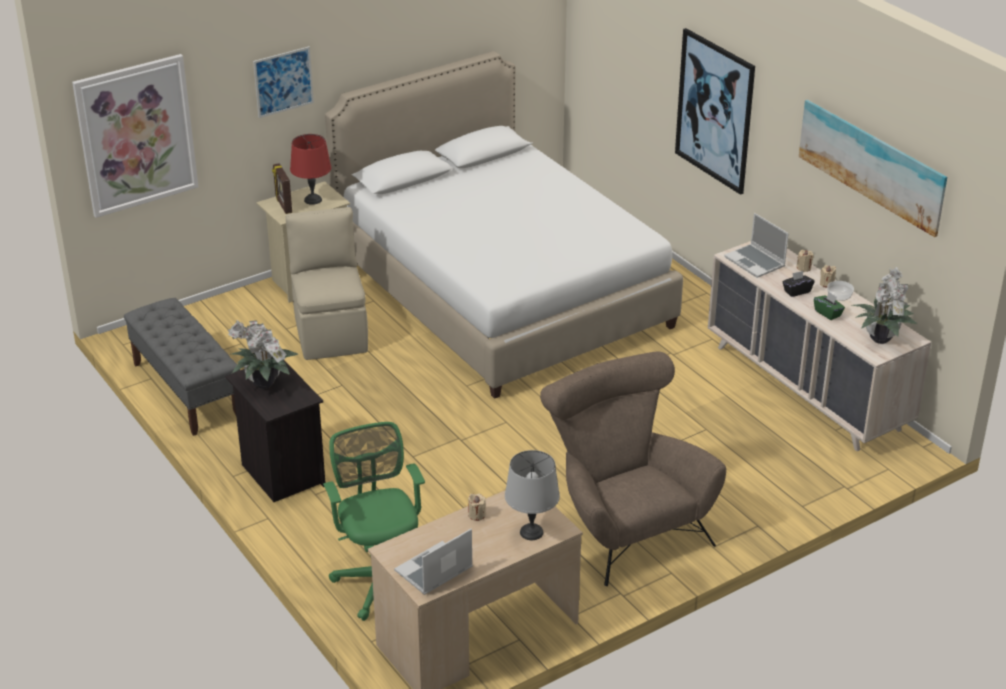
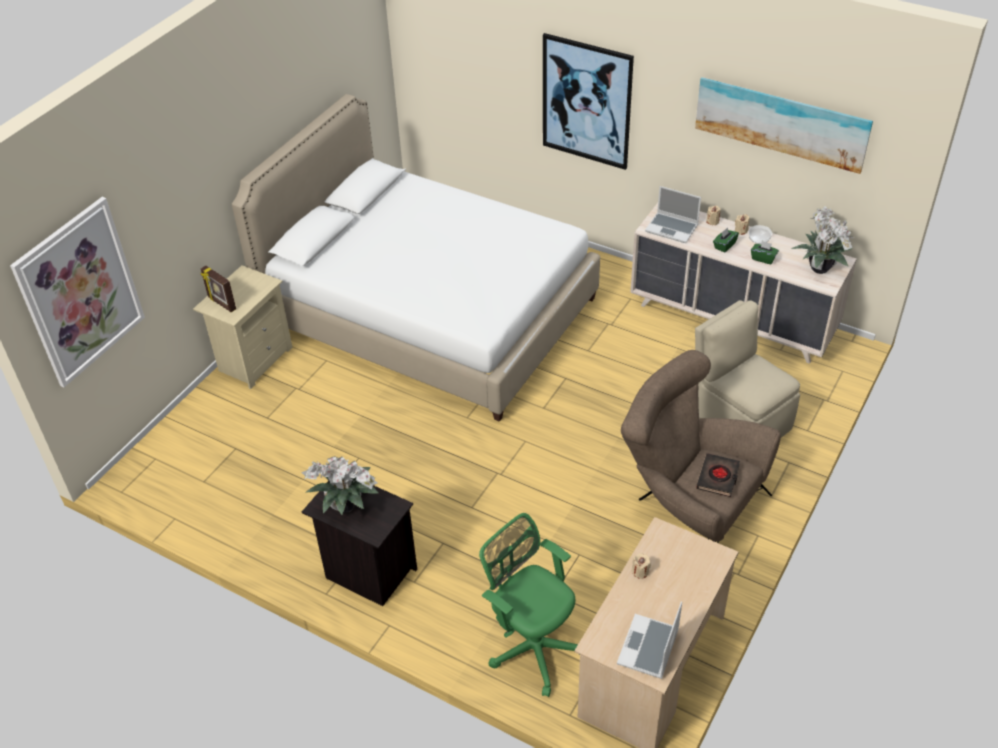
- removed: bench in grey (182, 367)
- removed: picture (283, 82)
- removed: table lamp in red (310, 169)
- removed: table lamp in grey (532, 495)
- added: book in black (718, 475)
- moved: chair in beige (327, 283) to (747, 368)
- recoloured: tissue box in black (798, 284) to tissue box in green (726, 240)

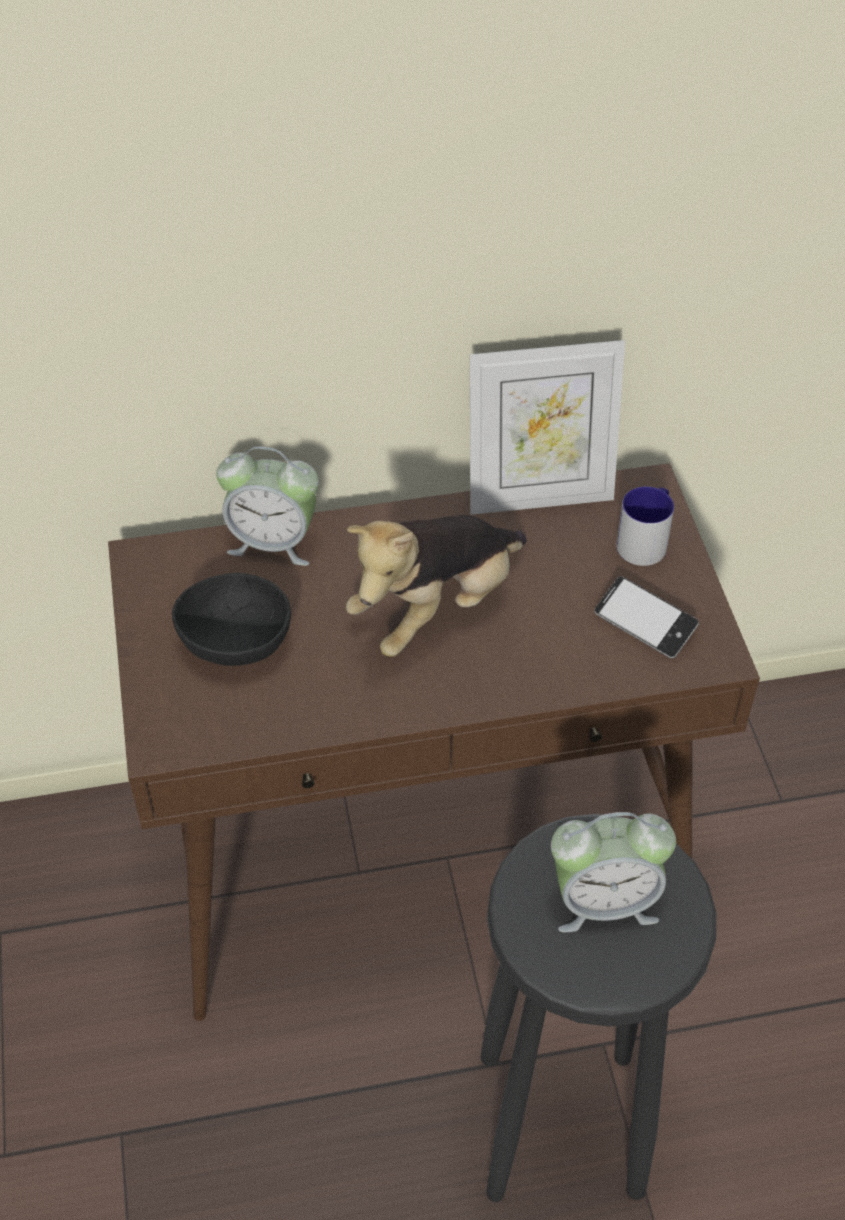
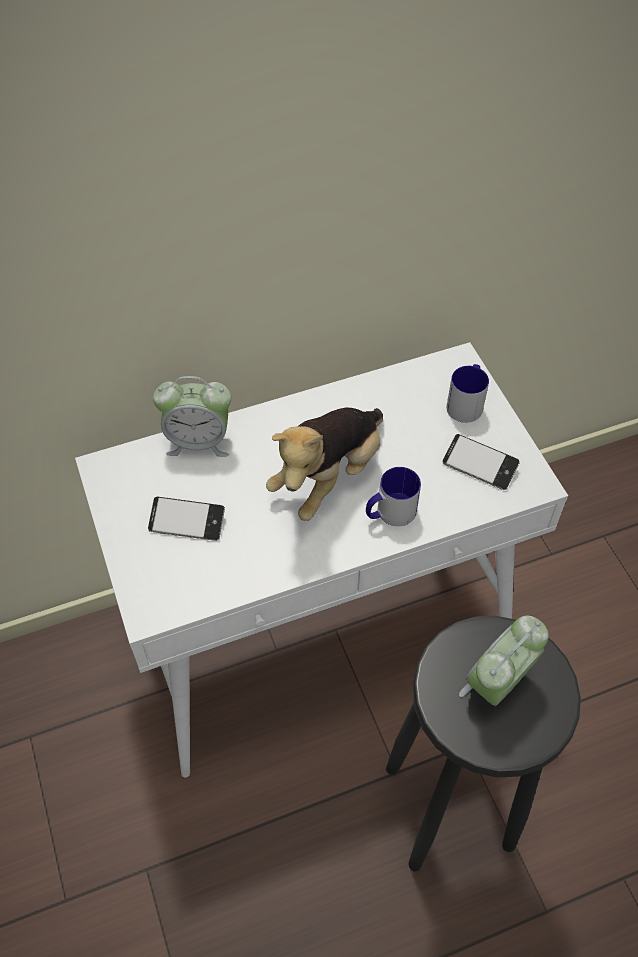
- removed: picture frame (547, 427)
- added: mug (393, 496)
- replaced: bowl in black (231, 619) to phone (186, 519)
- recoloured: console table in brown (434, 742) to console table in white (321, 560)
- turned: alarm clock (613, 872) = (504, 661) 150 degrees clockwise

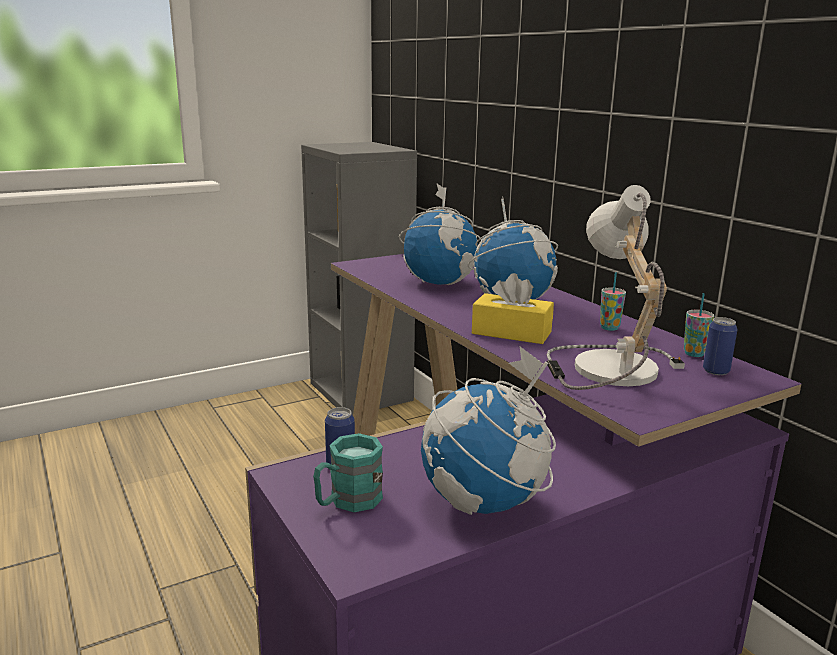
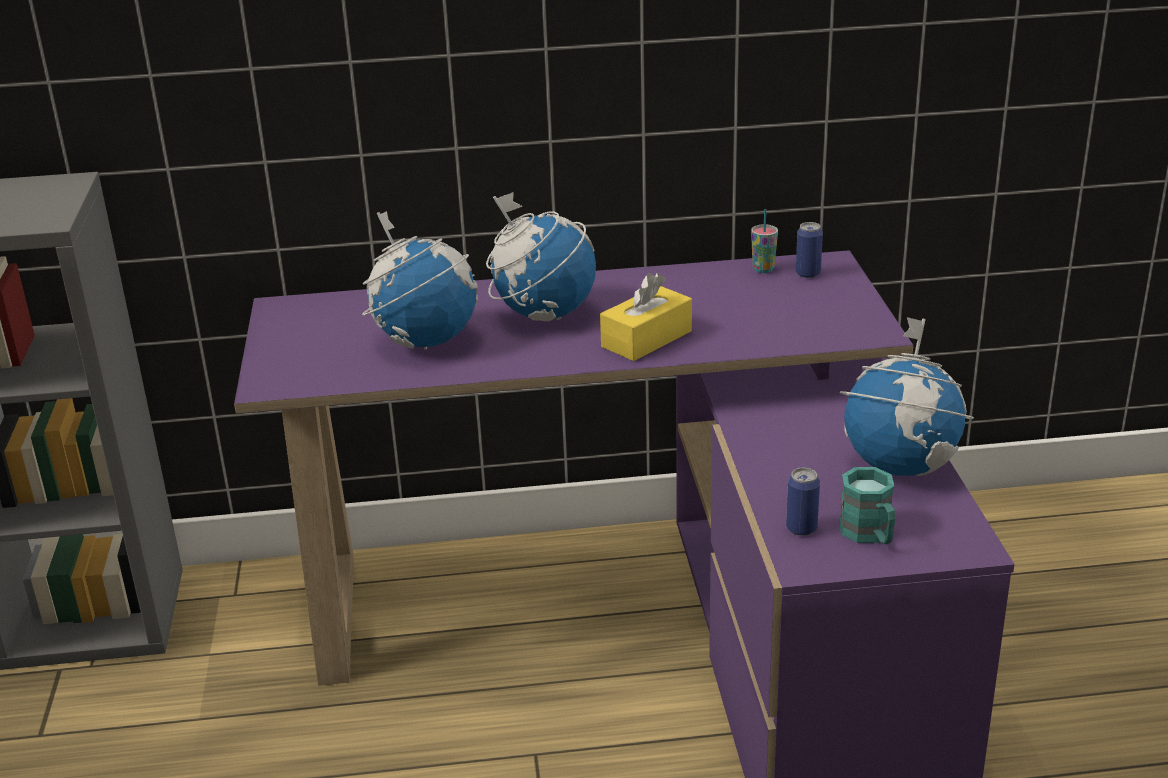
- removed: table lamp (616, 287)
- removed: cup (613, 301)

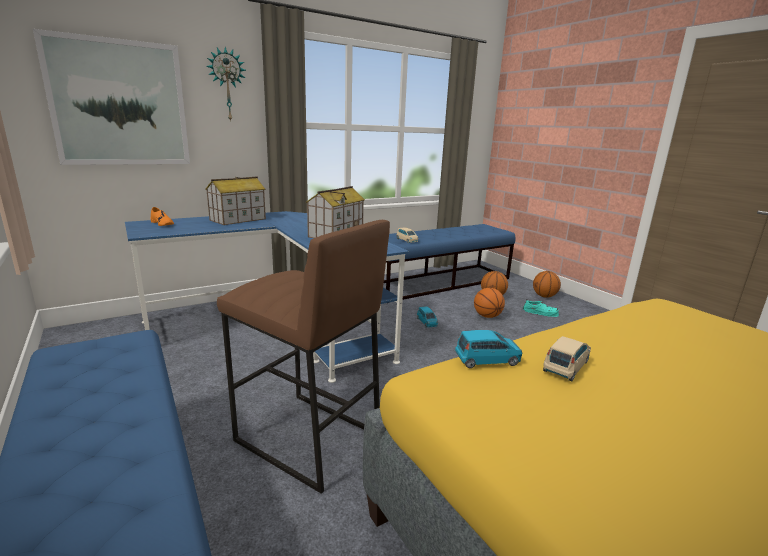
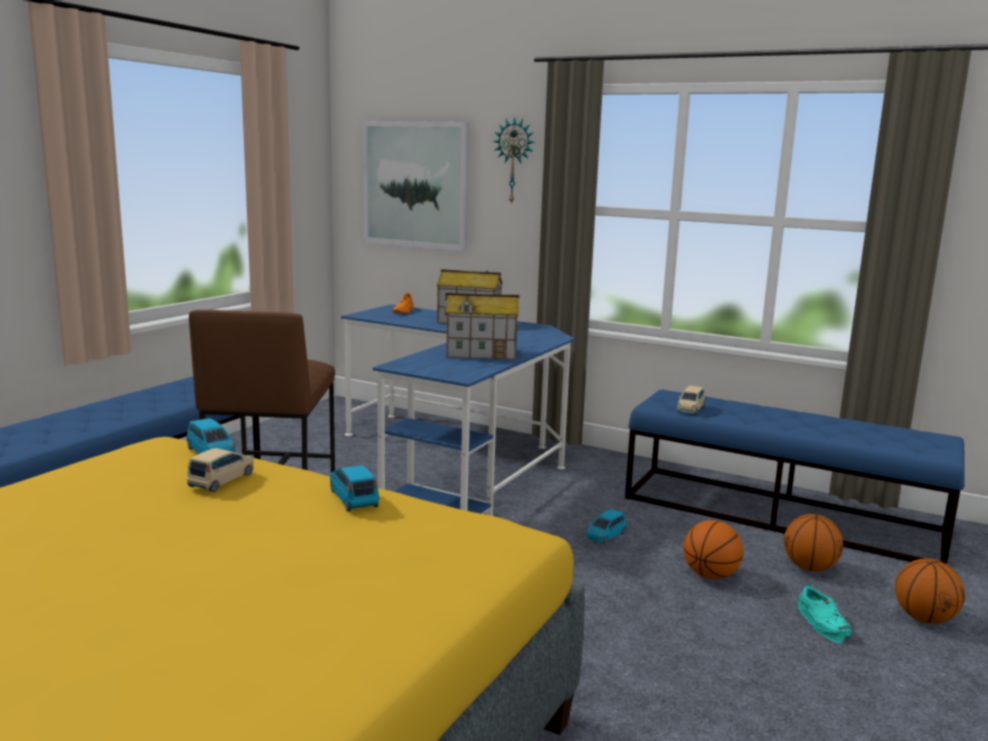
- added: toy car in blue (354, 488)
- turned: toy car in beige (567, 358) = (220, 470) 75 degrees counterclockwise

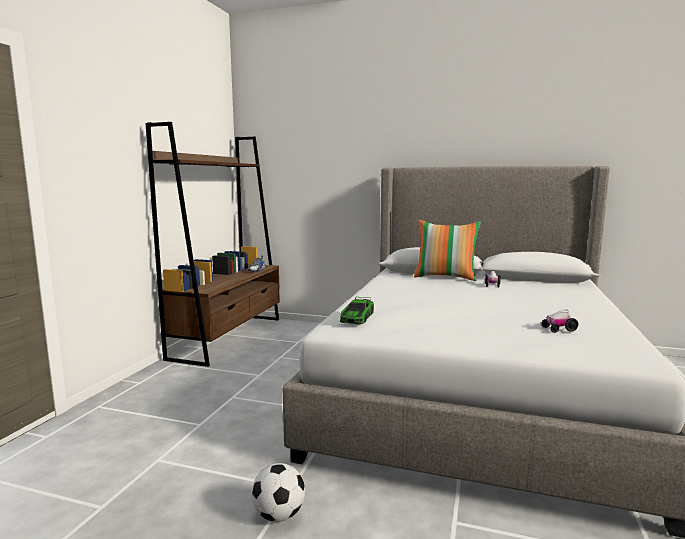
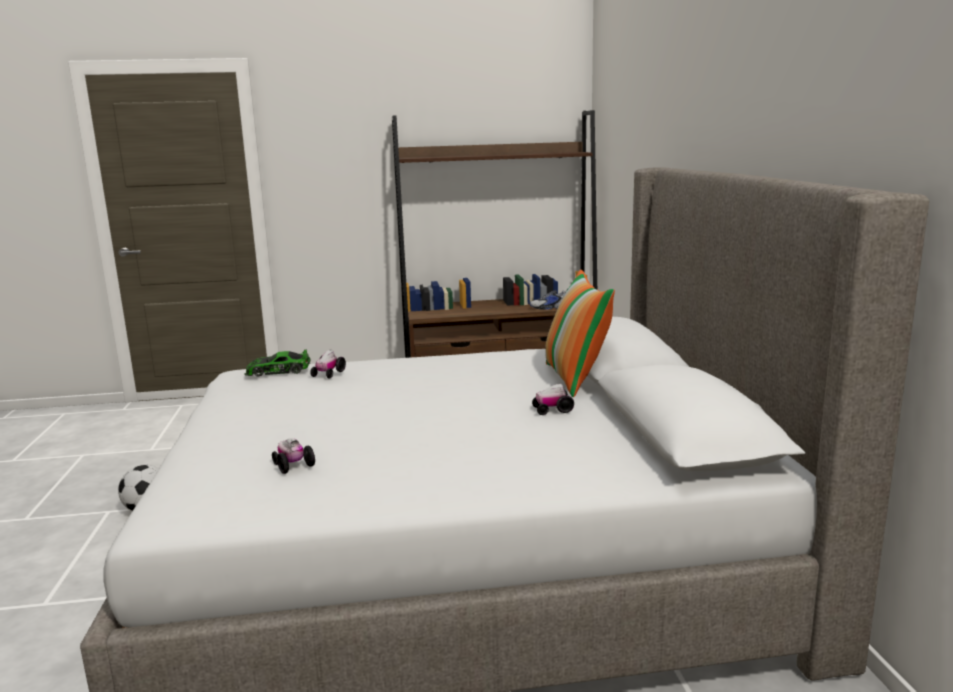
- added: toy car (328, 364)

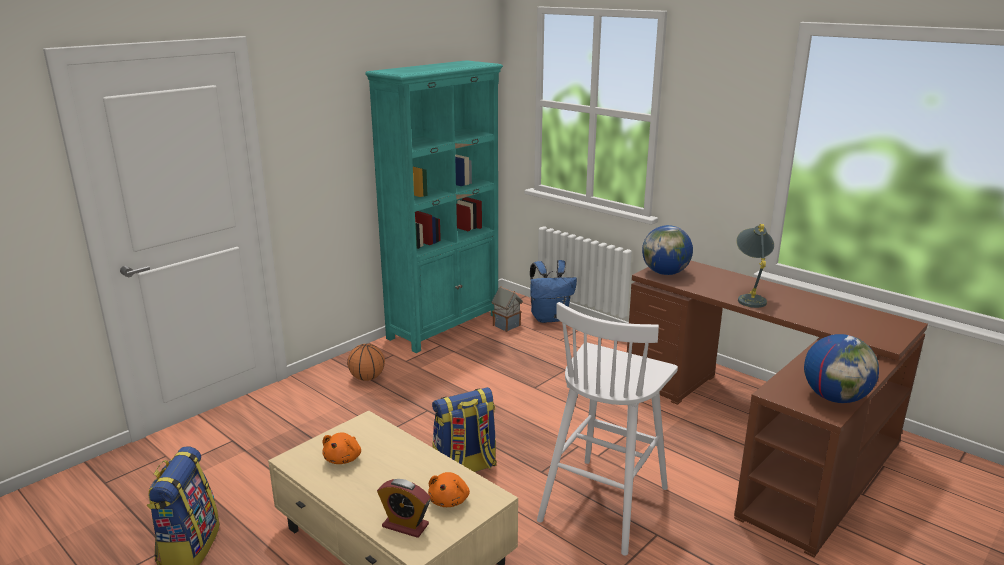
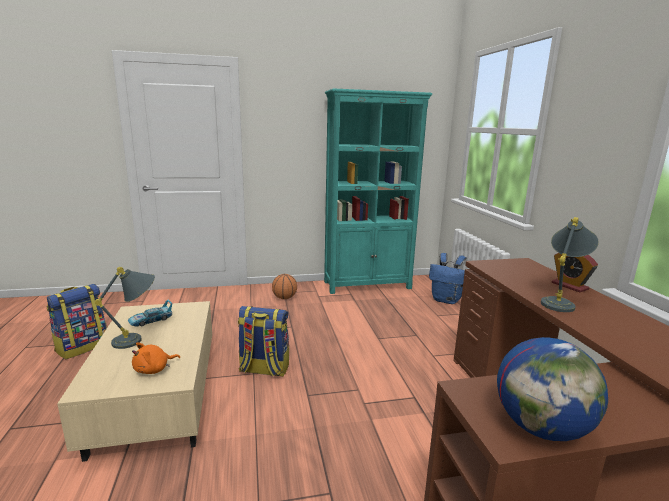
- removed: toy house (507, 309)
- removed: stool in white (607, 429)
- removed: globe (667, 250)
- added: table lamp in grey (125, 308)
- moved: alarm clock (404, 508) to (575, 272)
- replaced: plush toy in orange (342, 448) to toy car (150, 312)

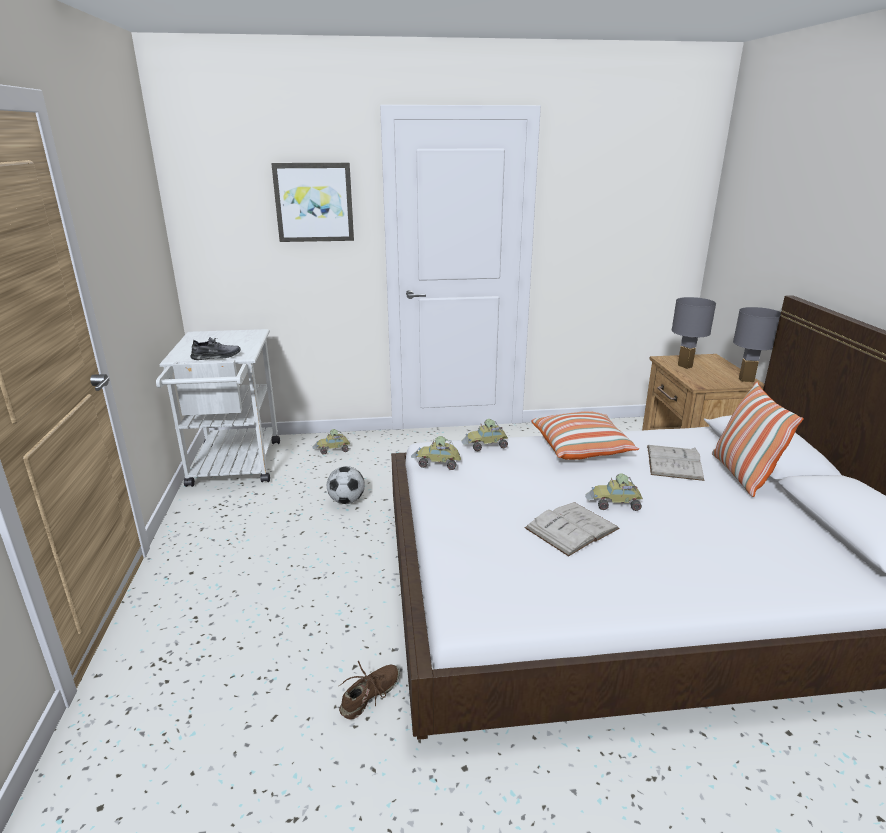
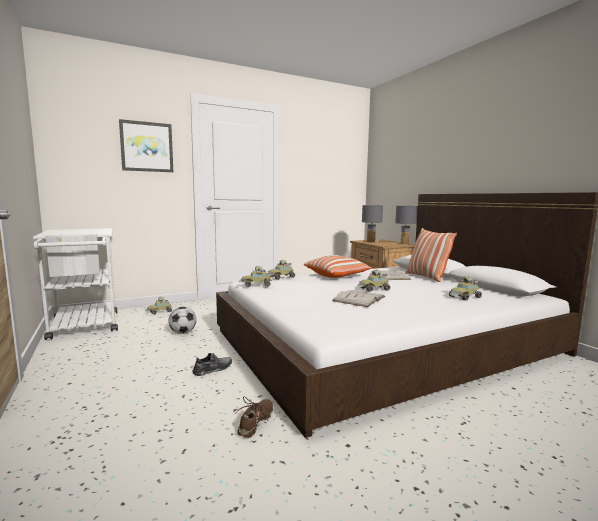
- added: toy car (465, 288)
- moved: shoe in grey (215, 348) to (212, 364)

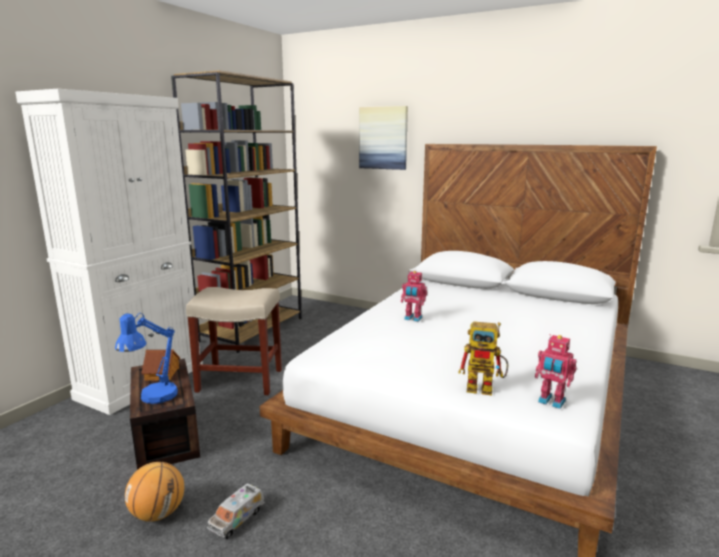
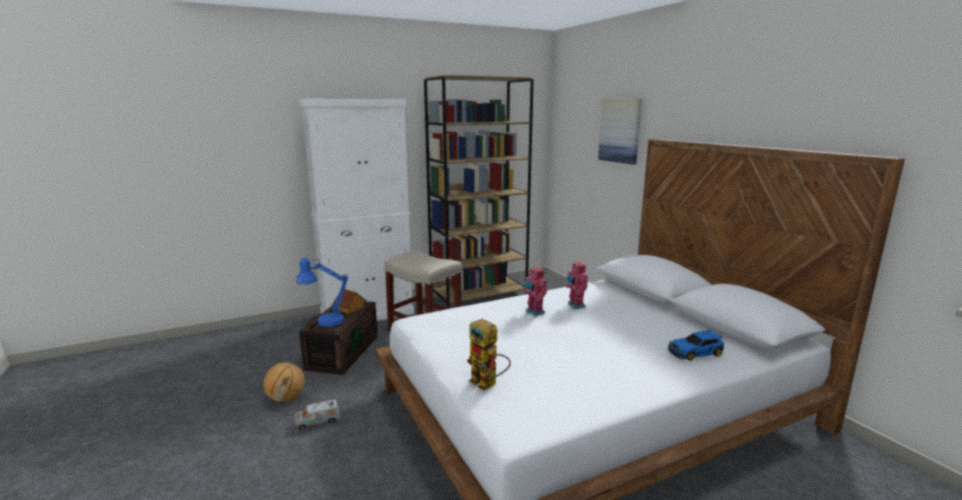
- added: toy car (696, 345)
- moved: toy robot (555, 371) to (577, 285)

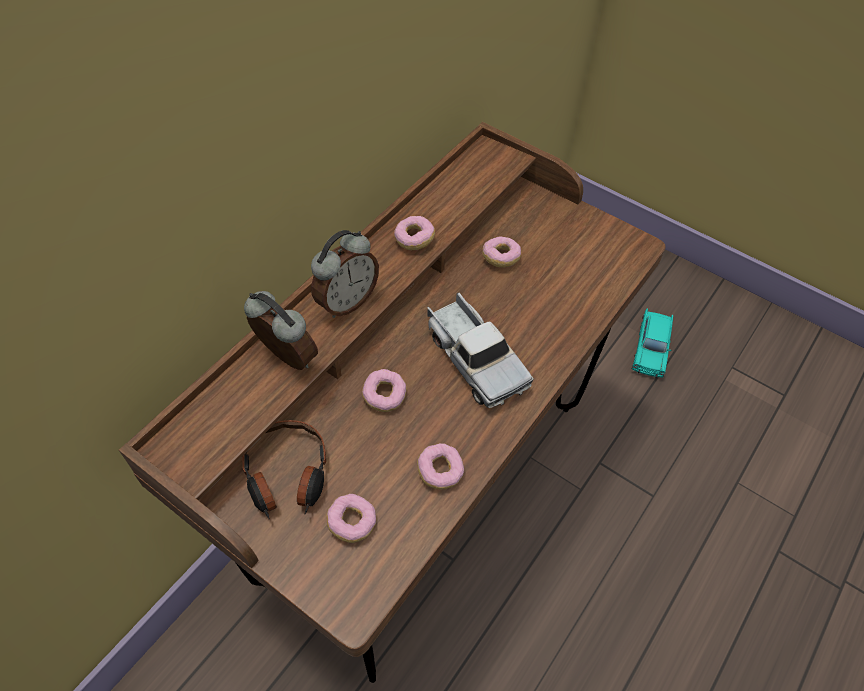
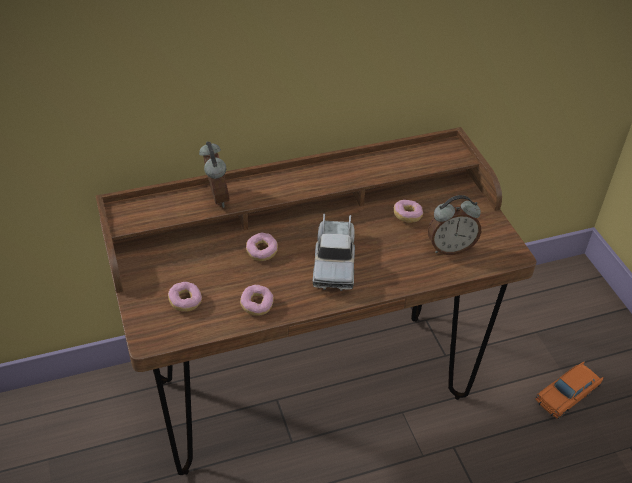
- removed: headphones (284, 469)
- removed: donut (414, 233)
- moved: alarm clock (345, 274) to (454, 225)
- recoloured: toy car in turquoise (652, 343) to toy car in orange (570, 390)

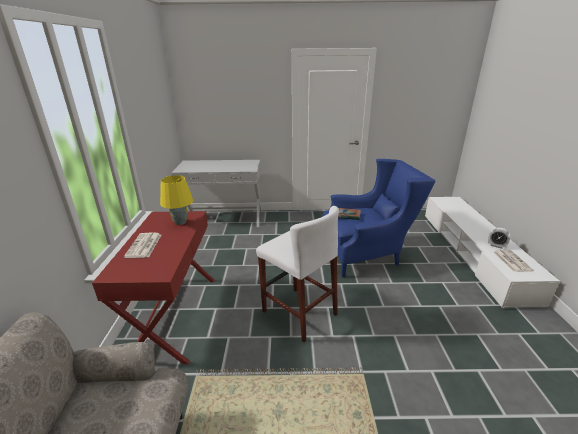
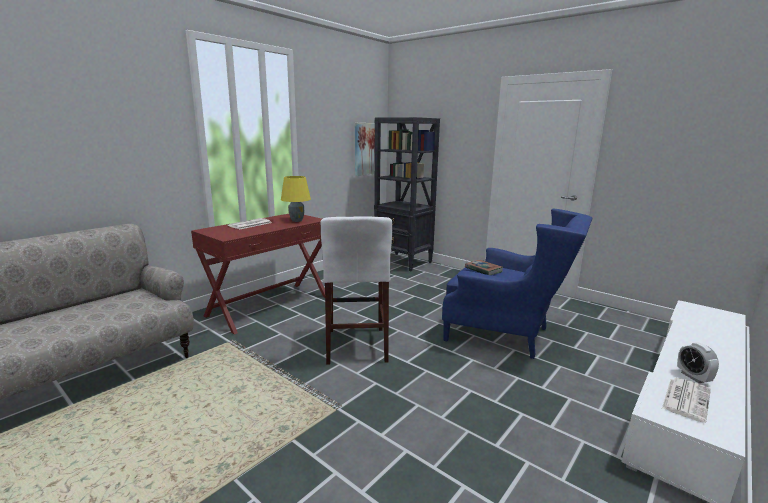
- added: picture (365, 149)
- replaced: console table in white (217, 193) to bookcase in black (407, 194)

